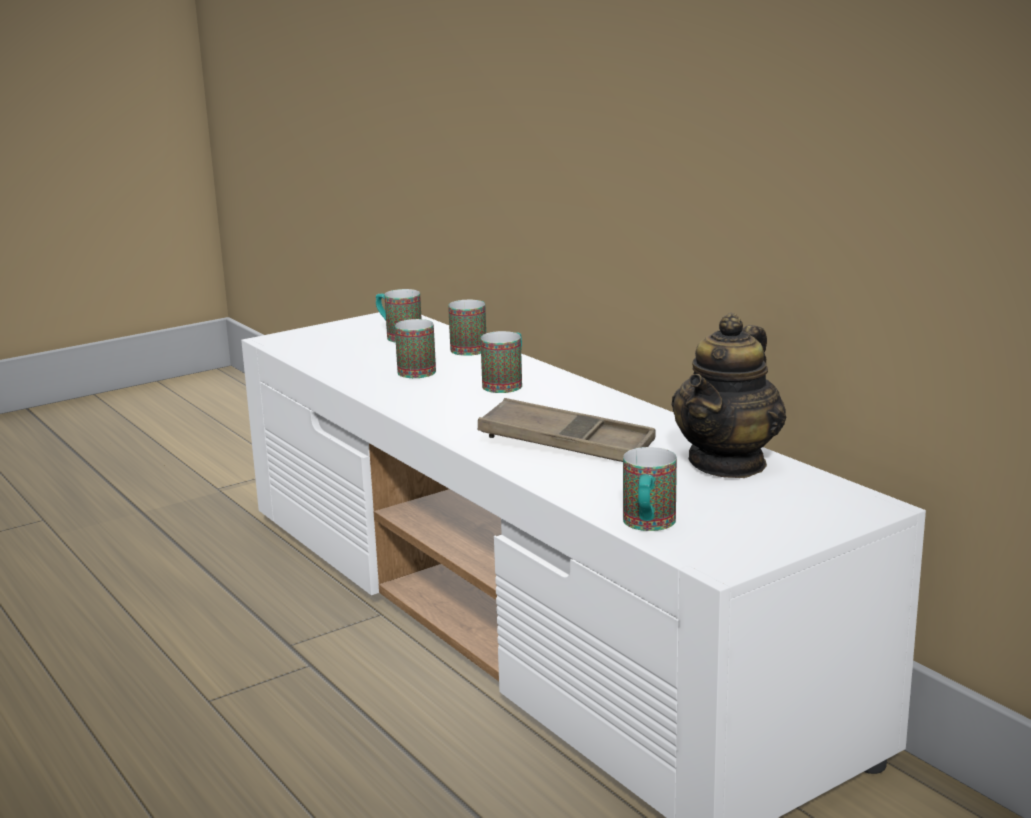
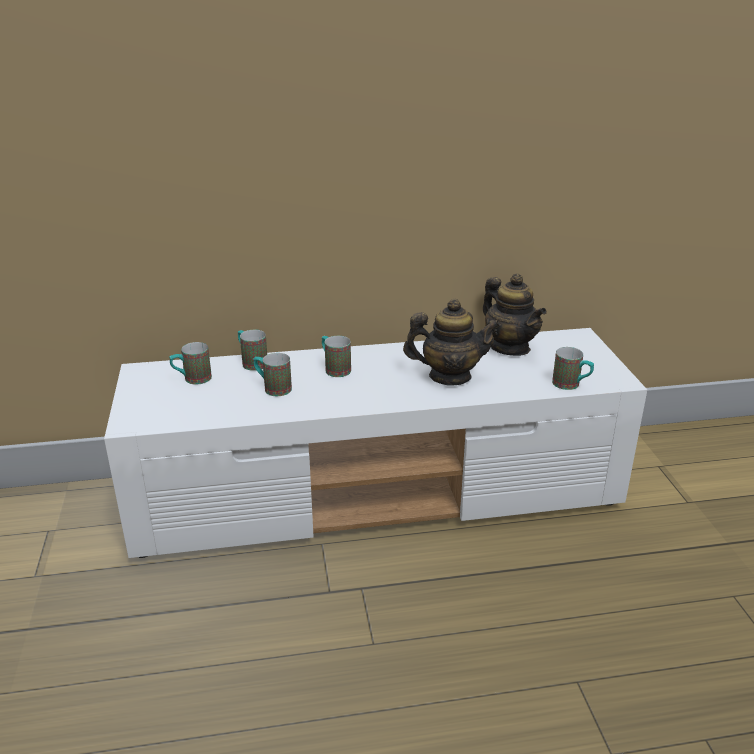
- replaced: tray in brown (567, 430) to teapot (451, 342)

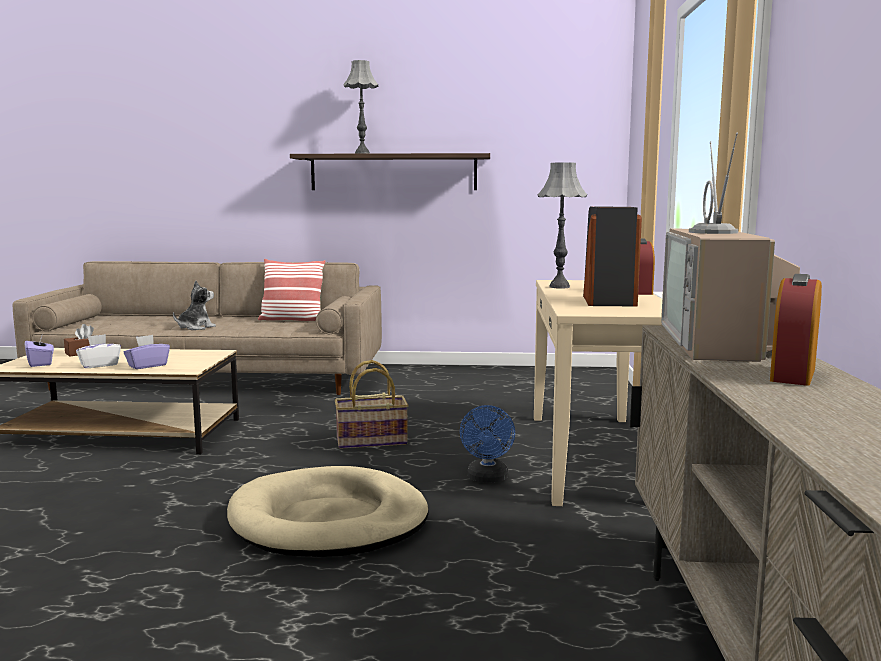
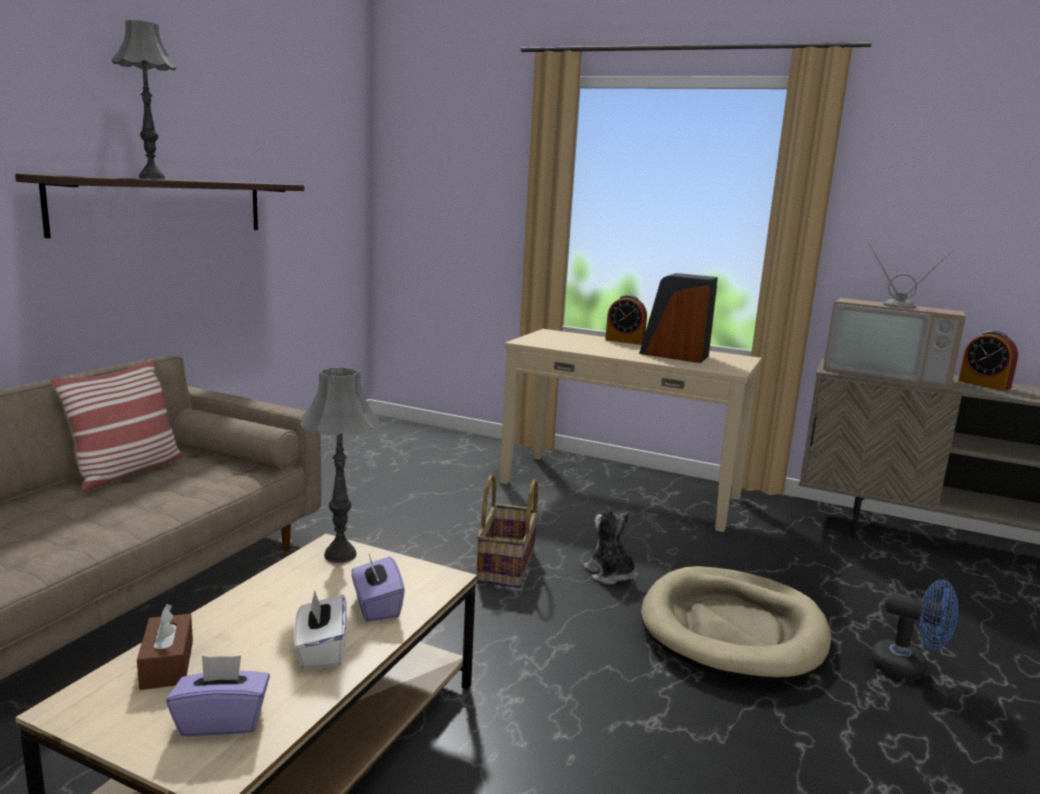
- moved: plush toy (194, 305) to (610, 545)
- moved: fan in blue (487, 444) to (914, 630)
- moved: table lamp in grey (562, 225) to (340, 465)

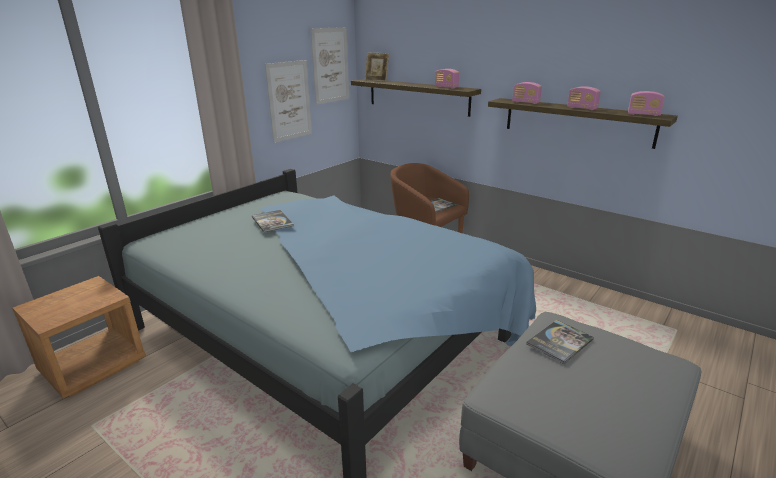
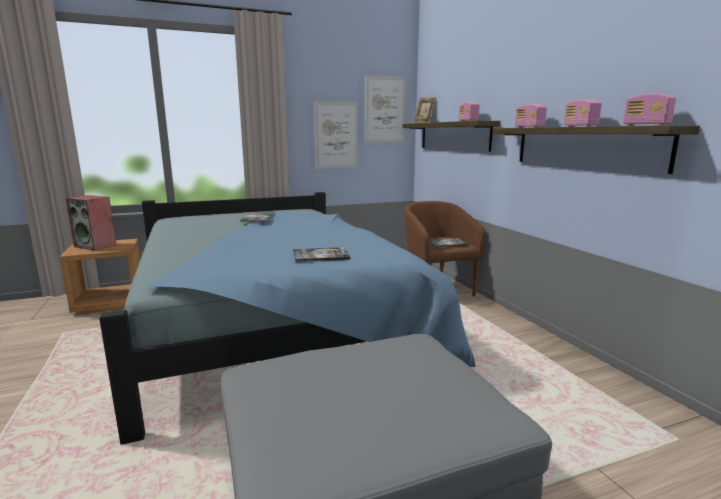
- added: speaker (91, 223)
- moved: book (560, 342) to (321, 254)

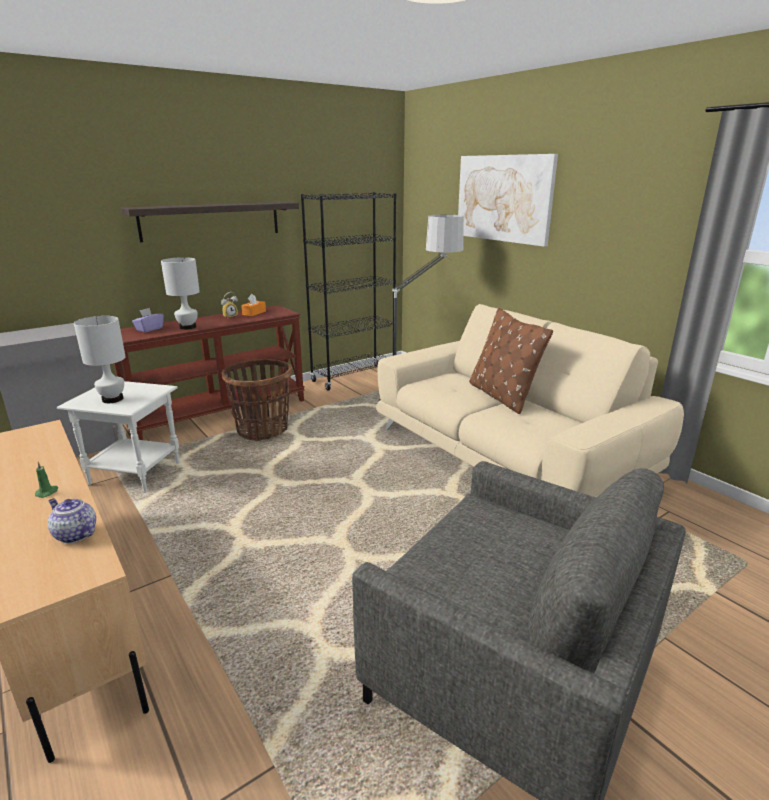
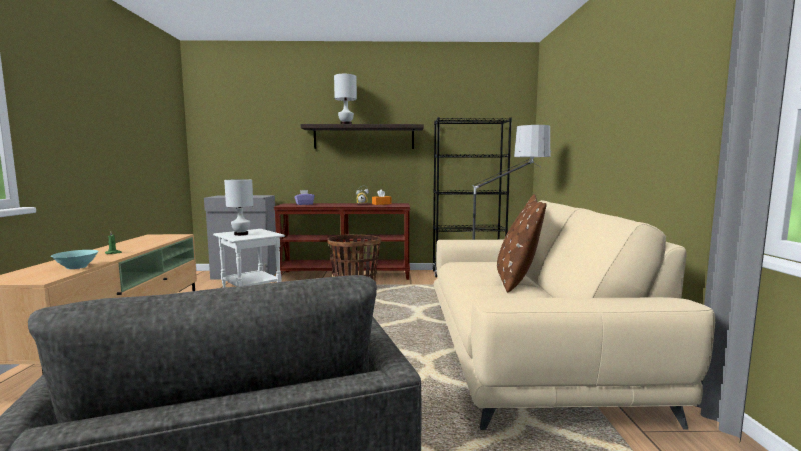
- removed: picture (508, 200)
- moved: table lamp in white (180, 293) to (345, 99)
- replaced: teapot (72, 520) to bowl in turquoise (75, 259)

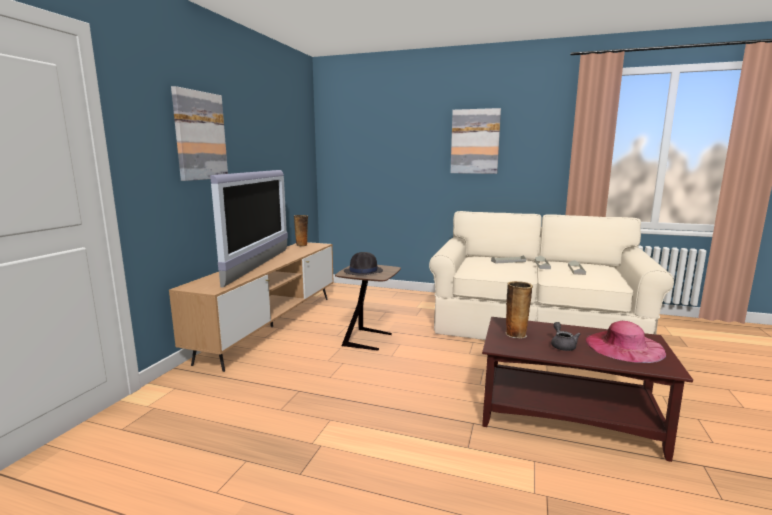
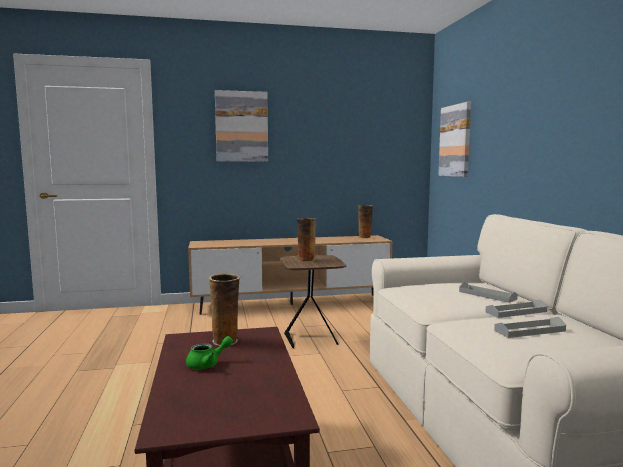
- removed: television (249, 228)
- removed: hat in pink (626, 342)
- moved: picture (475, 141) to (454, 139)
- replaced: hat in black (363, 264) to vase (306, 240)
- recoloured: teapot in grey (565, 336) to teapot in green (209, 352)

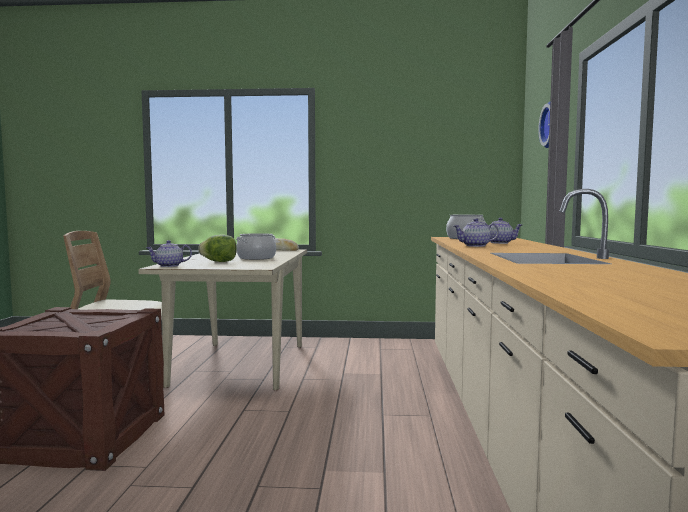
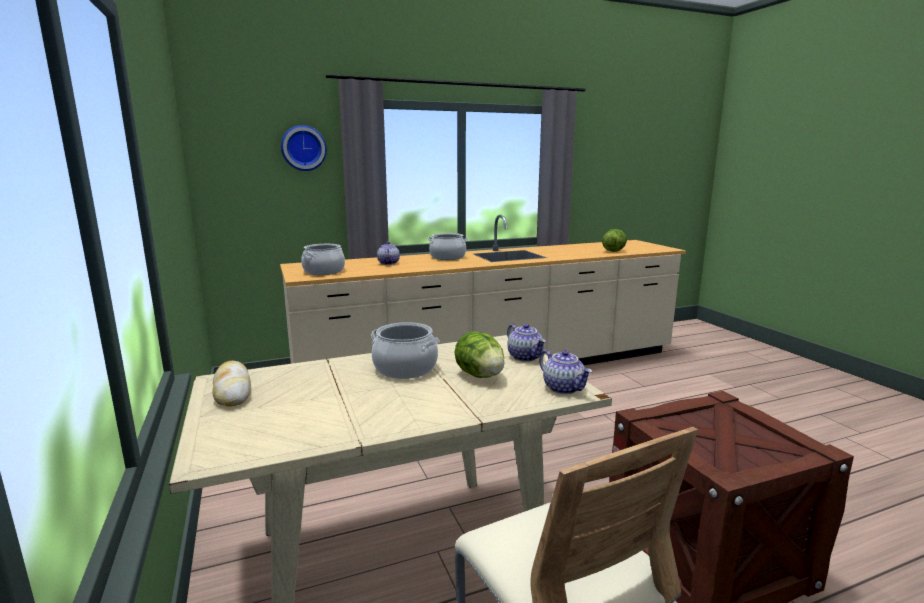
- added: cooking pot (447, 246)
- added: lettuce (614, 240)
- moved: teapot (476, 232) to (526, 343)

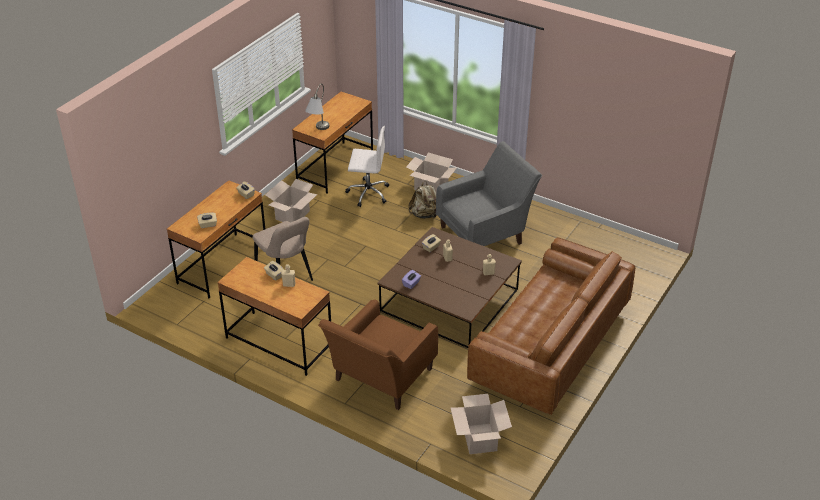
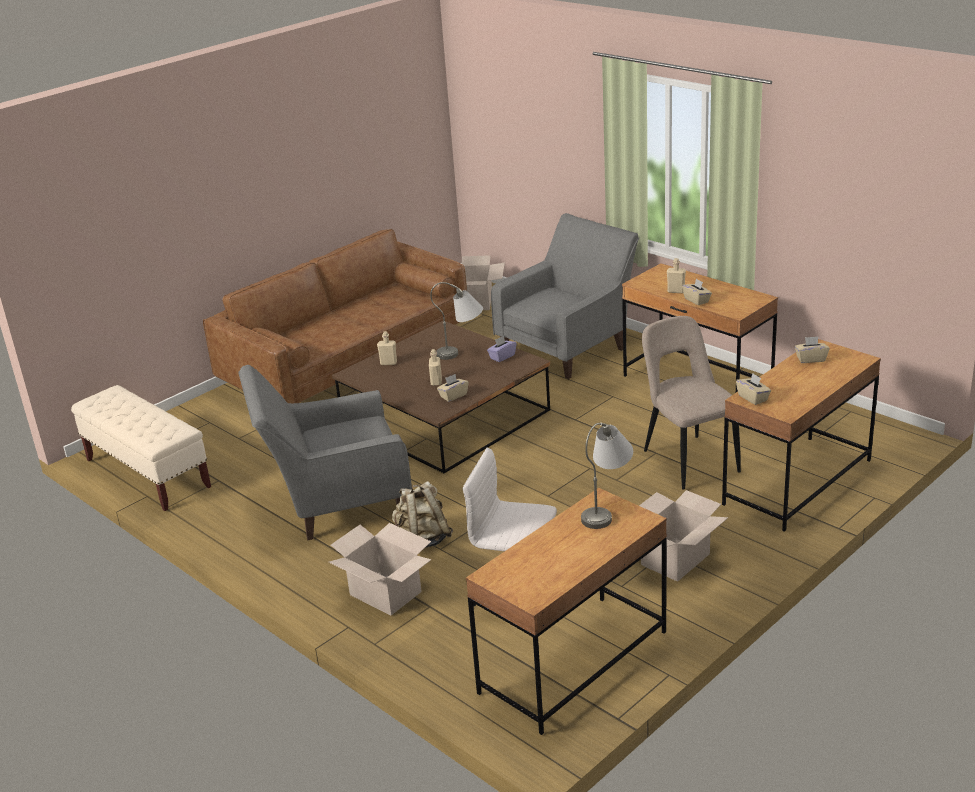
- added: bench in beige (141, 448)
- added: table lamp in grey (456, 321)
- recoloured: armchair in brown (378, 354) to armchair in grey (565, 296)

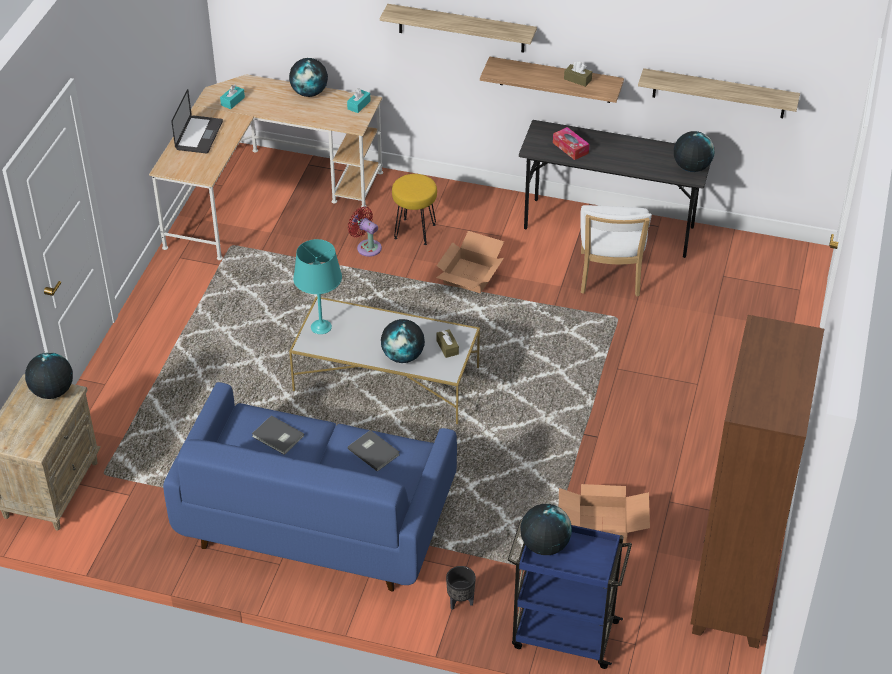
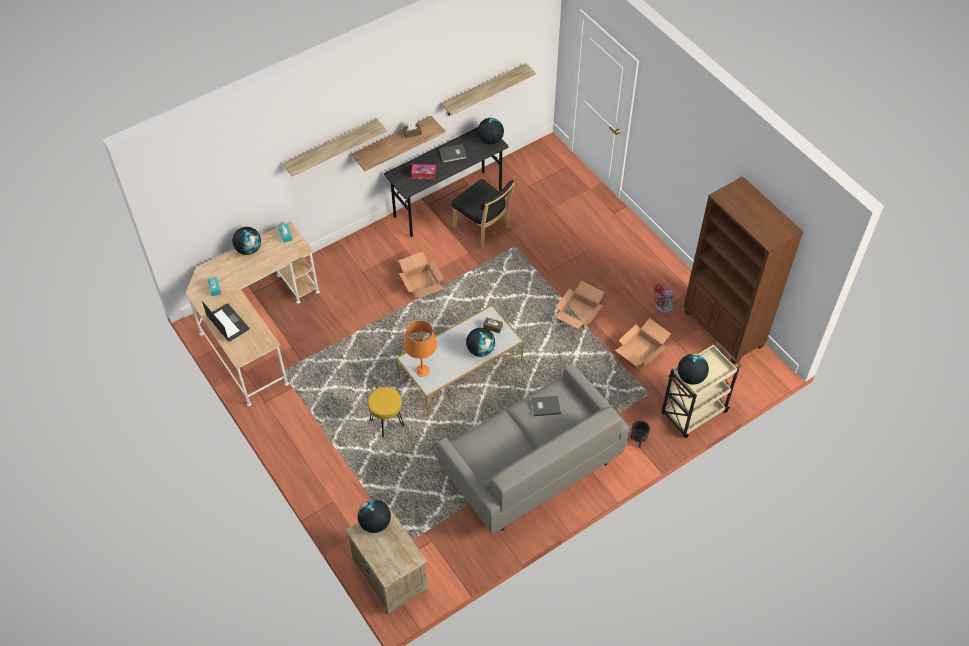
- added: cardboard box (579, 305)
- moved: book in grey (278, 435) to (453, 153)
- moved: fan in red (365, 231) to (664, 299)
- moved: stool in yellow (414, 209) to (385, 412)
- recoloured: sofa in blue (310, 487) to sofa in grey (533, 448)
- recoloured: table lamp in turquoise (317, 286) to table lamp in orange (420, 349)
- recoloured: cart in blue (570, 594) to cart in beige (701, 390)
- recoloured: chair in white (616, 251) to chair in black (483, 213)

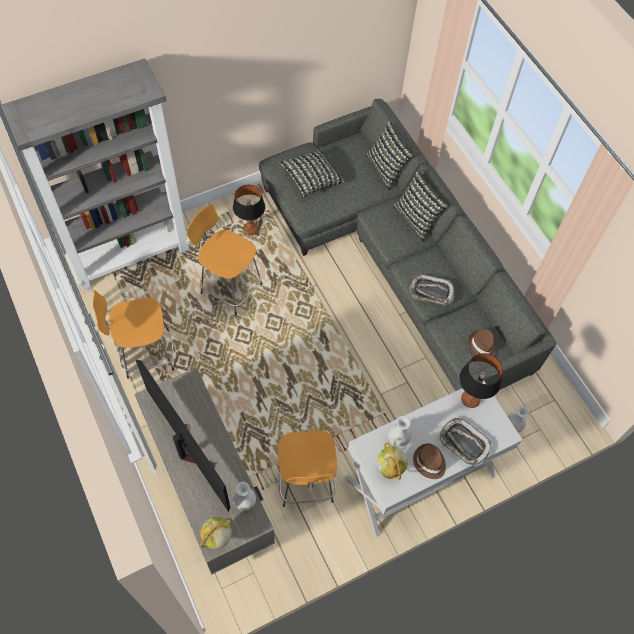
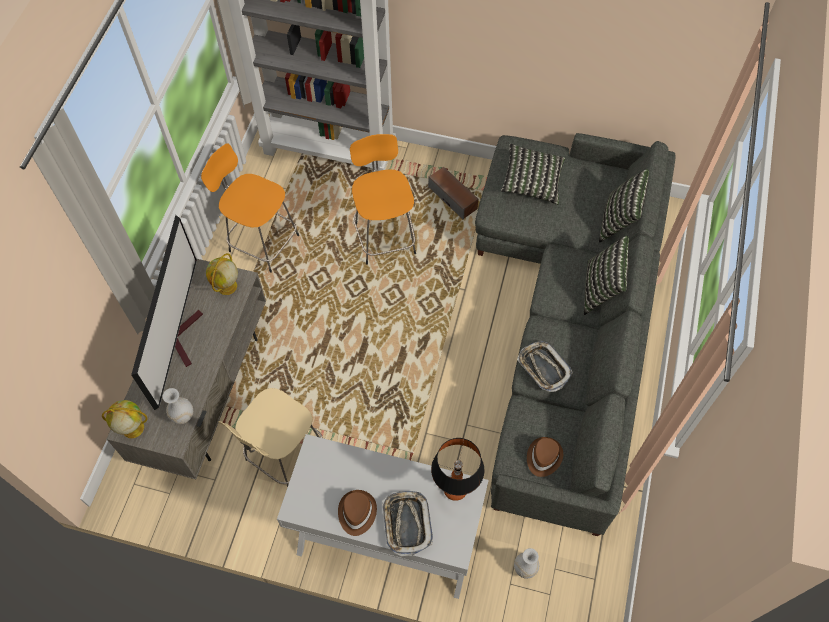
- removed: vase in white (399, 431)
- moved: globe (392, 461) to (222, 274)
- replaced: table lamp (249, 210) to speaker (453, 193)
- recoloured: stool in orange (307, 468) to stool in beige (270, 437)

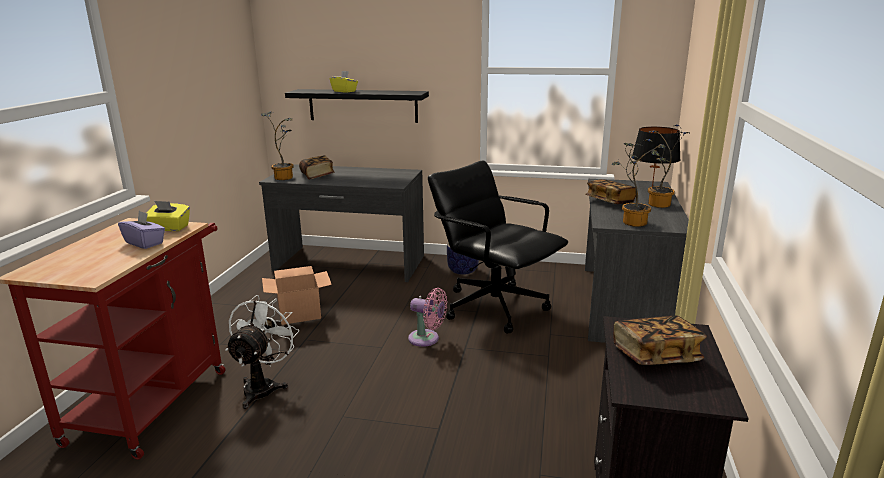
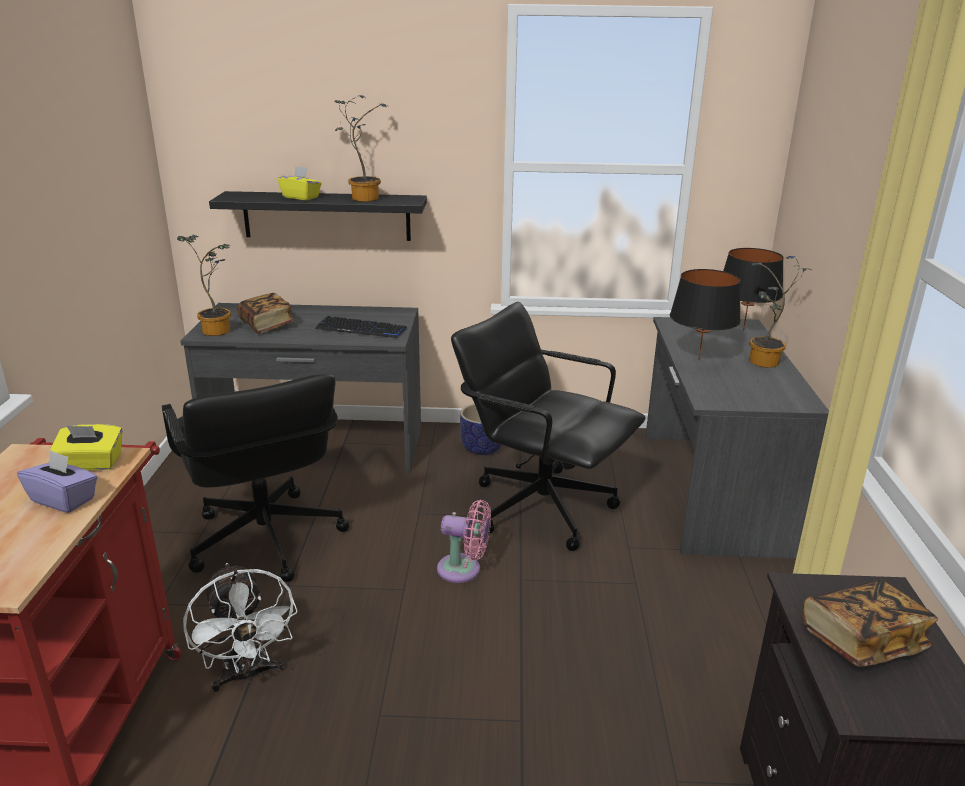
- added: keyboard (361, 327)
- moved: potted plant (639, 182) to (360, 148)
- replaced: cardboard box (297, 295) to office chair in black (255, 478)
- replaced: book (610, 191) to table lamp in black (705, 314)
- turned: fan in white (262, 352) = (240, 627) 150 degrees clockwise

